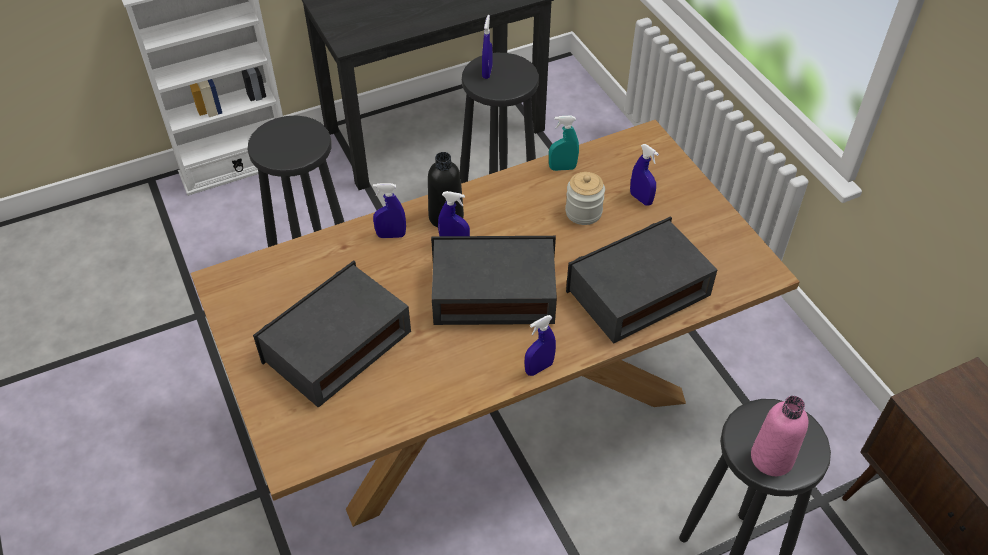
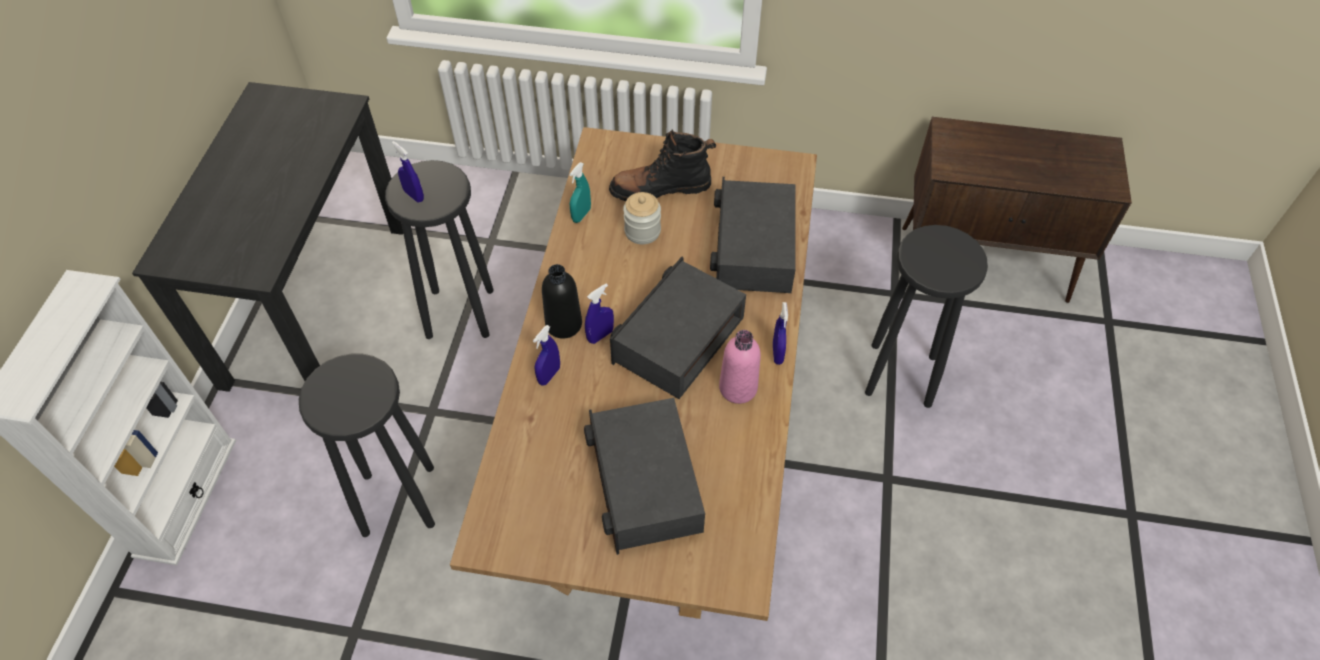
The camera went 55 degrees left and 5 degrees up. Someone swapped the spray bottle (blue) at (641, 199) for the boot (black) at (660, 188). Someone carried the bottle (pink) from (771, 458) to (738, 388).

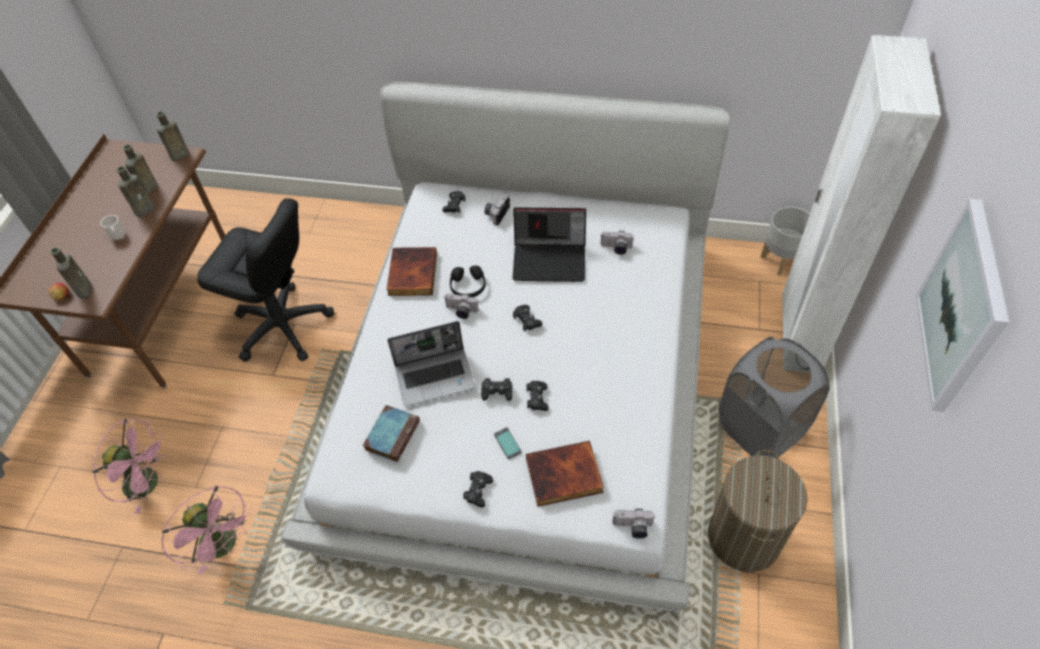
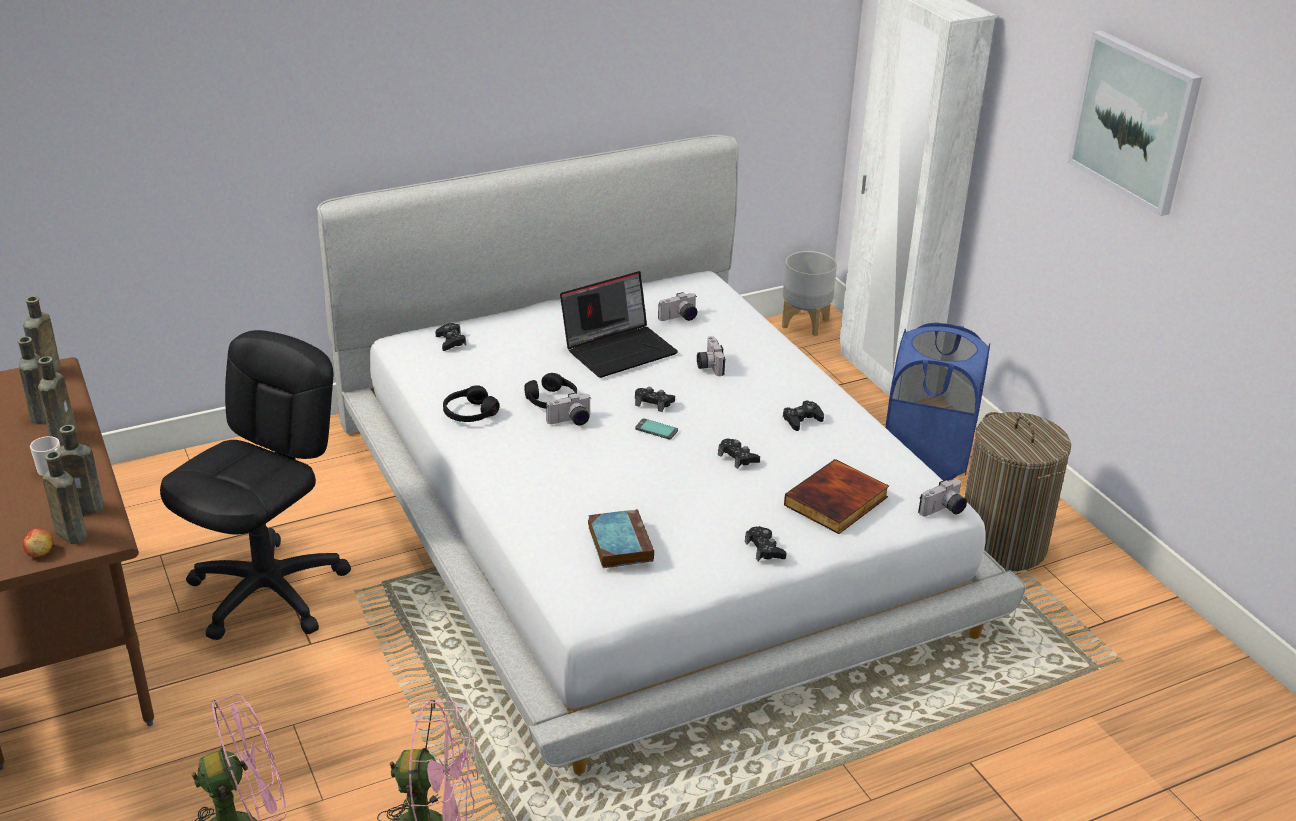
The camera went 40 degrees left and 20 degrees down. Someone put down the bottle (brown) at (88, 508). Someone rotated the office chair (black) at (282, 326) by 45 degrees counterclockwise. Someone swapped the book at (411, 273) for the headphones (black) at (469, 413). Someone carried the phone from (507, 443) to (656, 430). Someone carried the photo camera from (496, 213) to (708, 365). Someone carried the game controller (black) from (497, 391) to (802, 420). Someone repainted the laundry basket (grey) at (760, 428), which became the laundry basket (blue) at (927, 457). Someone took away the laptop at (435, 377).

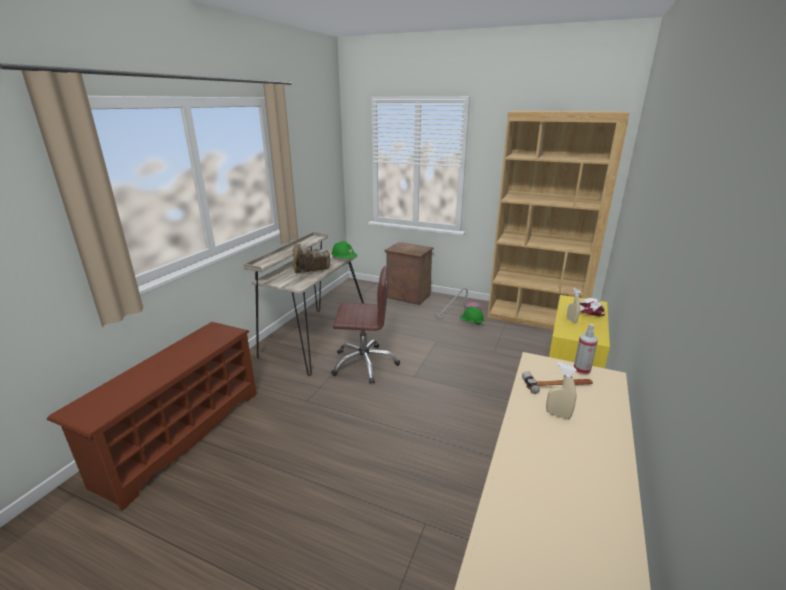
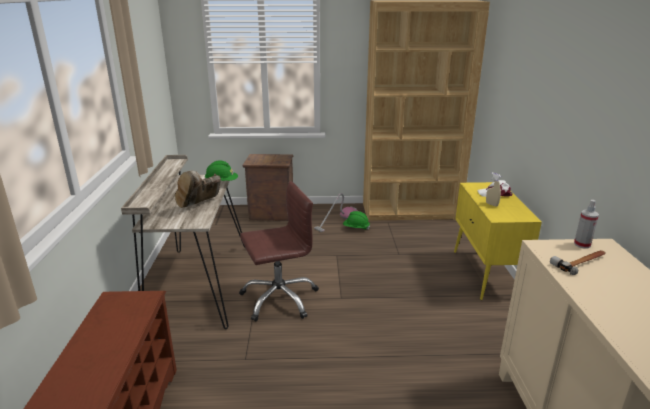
The camera went 25 degrees left and 0 degrees up. Someone took away the spray bottle (beige) at (558, 415).

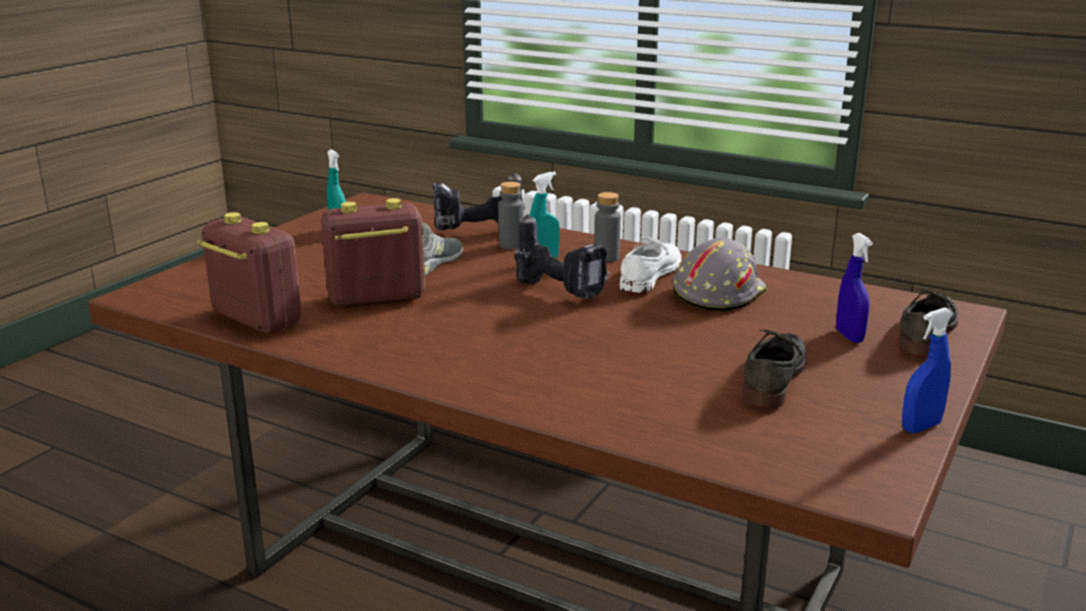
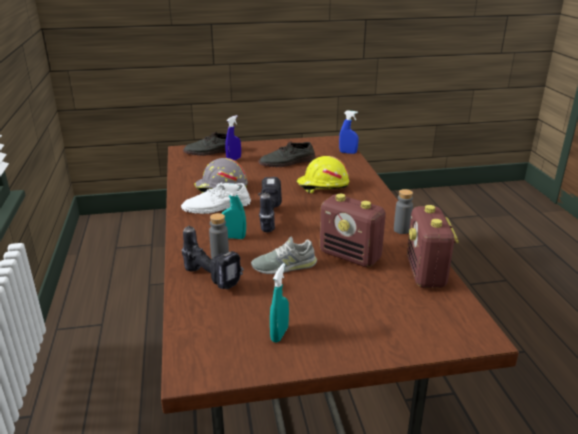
The camera went 130 degrees left and 5 degrees up. Someone put down the hard hat (yellow) at (322, 186). Someone carried the spray bottle (blue) from (921, 427) to (348, 152). Someone carried the bottle (grey) from (606, 258) to (401, 230).

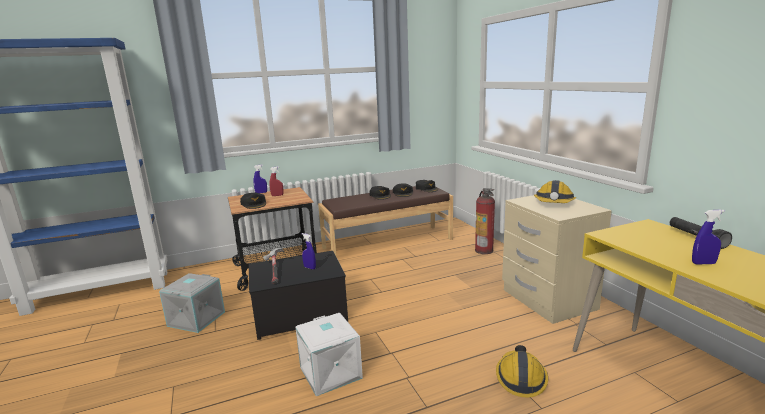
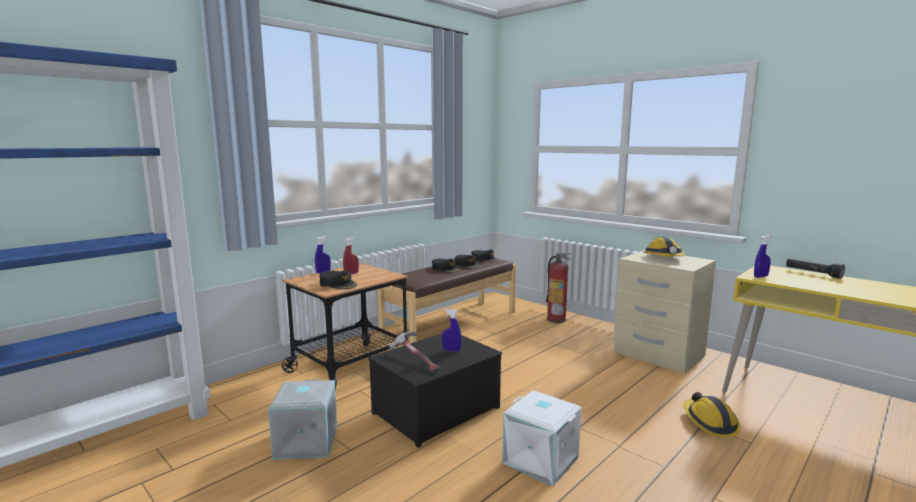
The camera went 25 degrees left and 5 degrees down. Someone carried the spray bottle (blue) from (703, 263) to (760, 276).

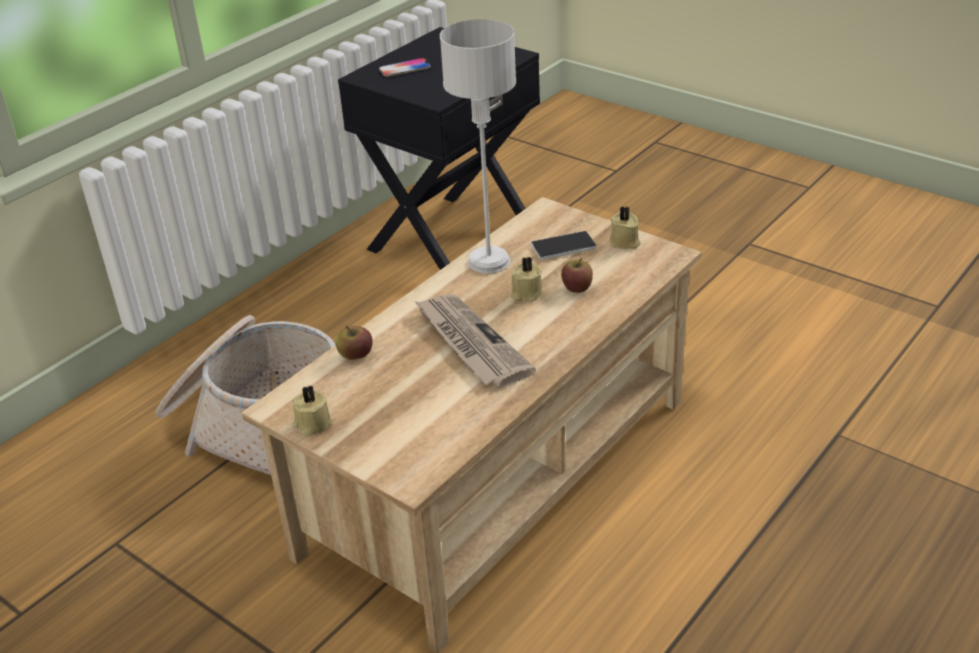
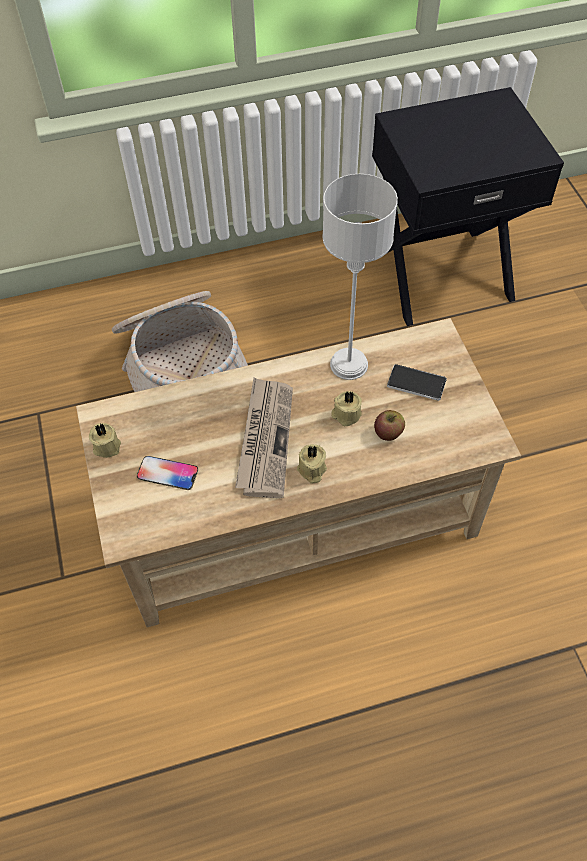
The camera went 35 degrees right and 20 degrees up. Someone carried the phone from (405, 68) to (167, 473). Someone carried the candle (beige) from (624, 242) to (311, 470). Someone took away the apple at (355, 355).

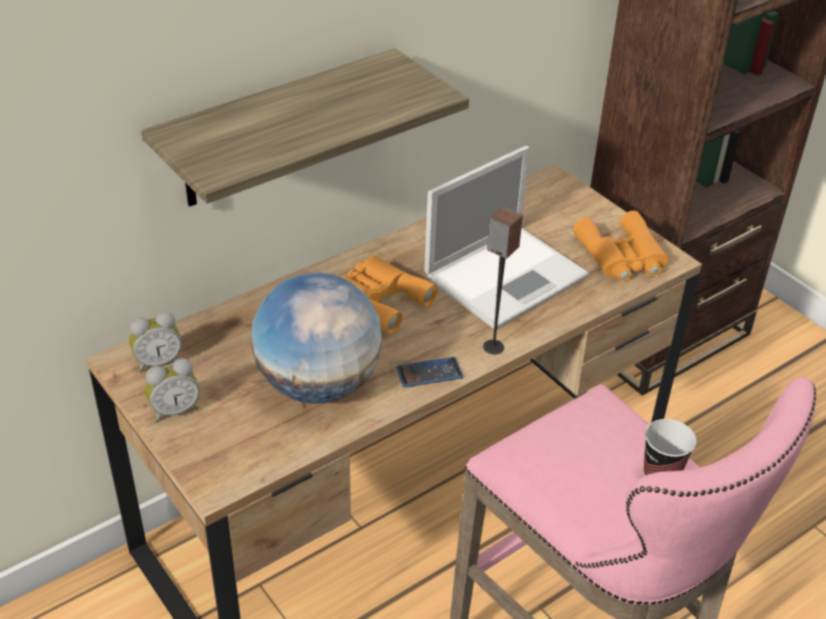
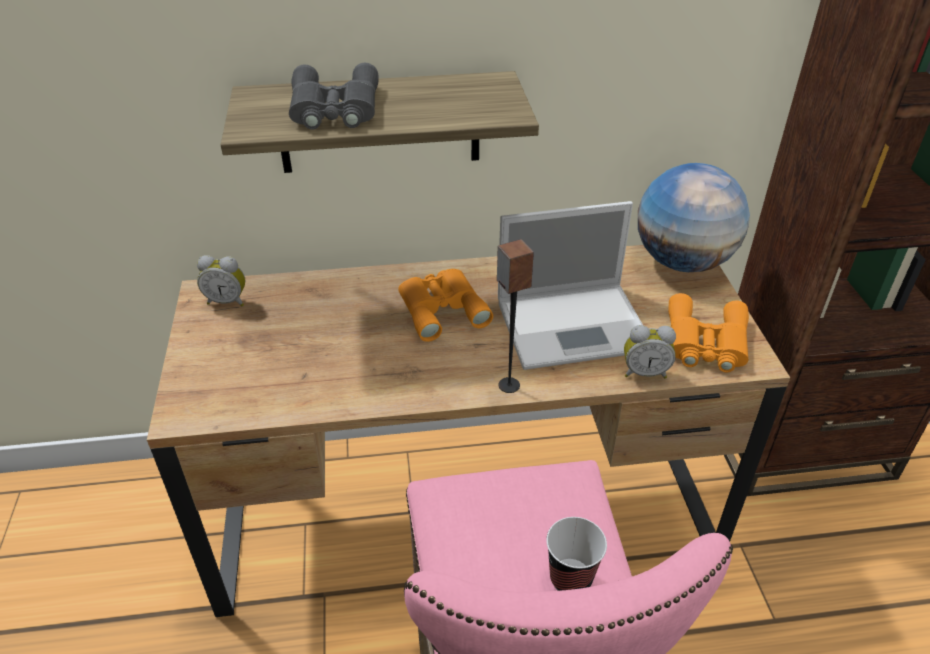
The camera went 30 degrees right and 0 degrees up. Someone put down the binoculars (grey) at (334, 109). Someone carried the alarm clock from (174, 410) to (644, 372). Someone carried the globe from (318, 384) to (683, 262). Someone took away the phone at (429, 373).

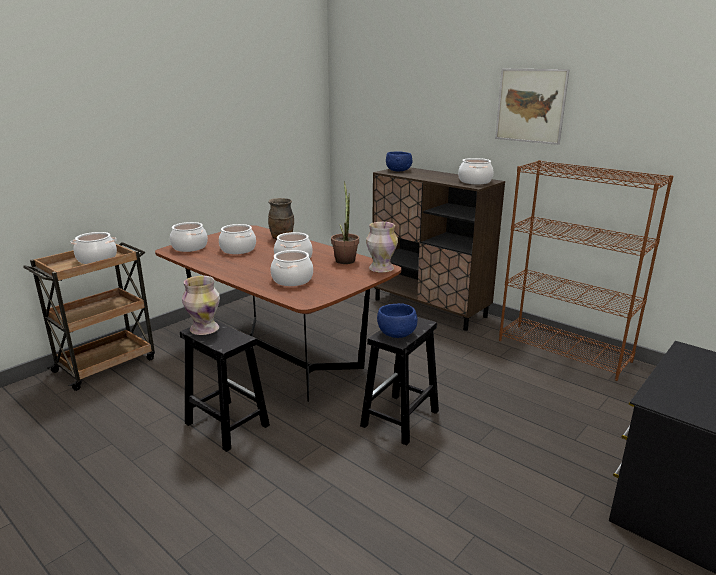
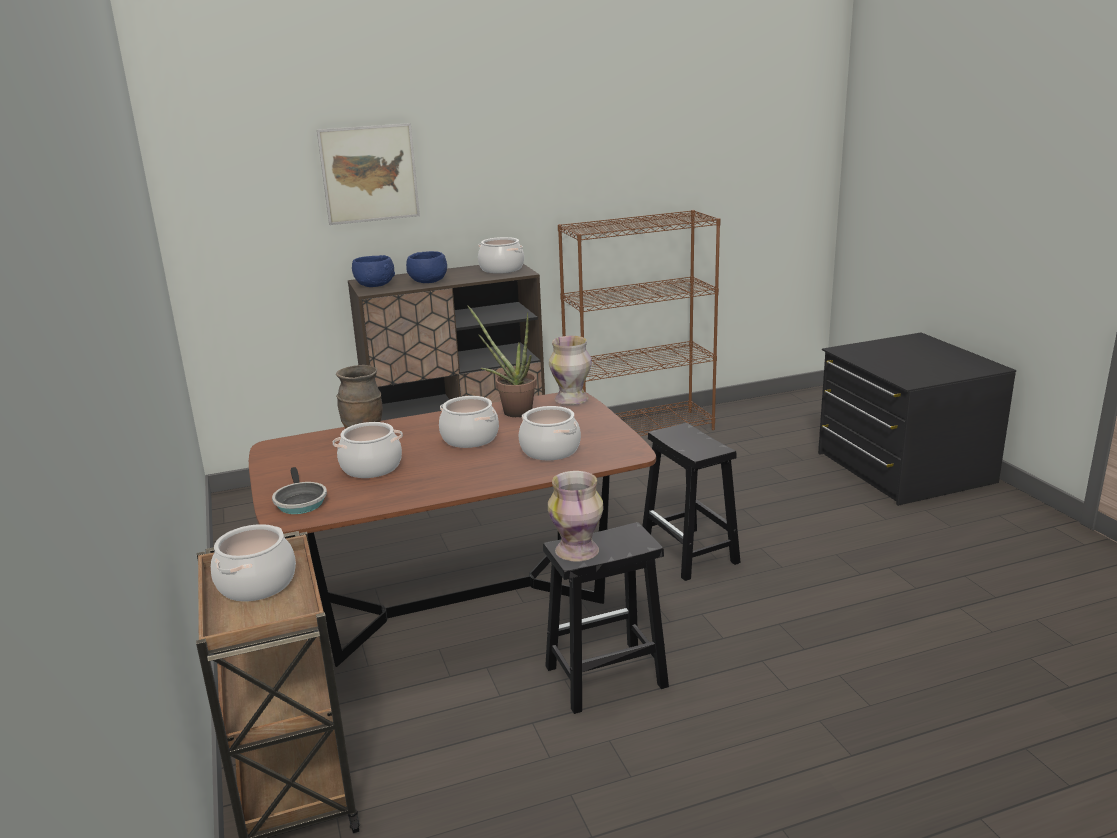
The camera went 60 degrees left and 0 degrees up. Someone swapped the cooking pot at (189, 247) for the frying pan at (299, 502). Someone carried the picture from (530, 106) to (369, 174). Someone carried the bowl (blue) from (396, 333) to (427, 281).

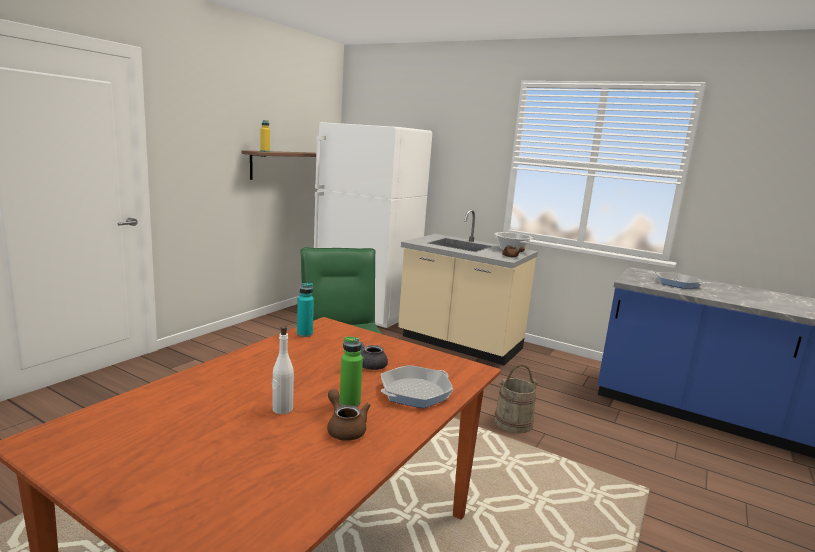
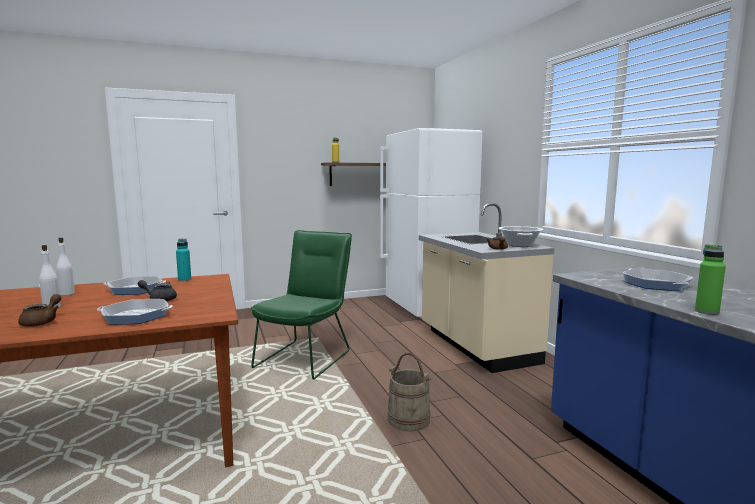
The camera went 40 degrees right and 5 degrees down. Someone put down the bottle (white) at (67, 293). Someone put down the frying pan at (135, 289). Someone carried the bottle (green) from (349, 403) to (706, 312).

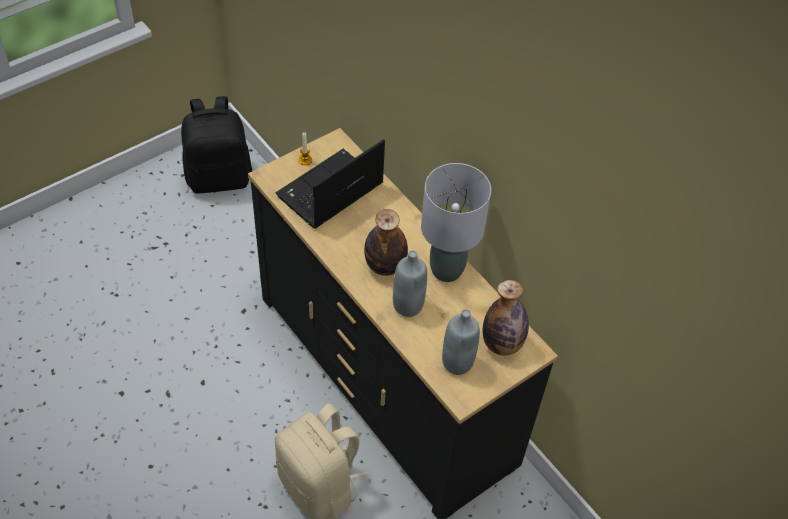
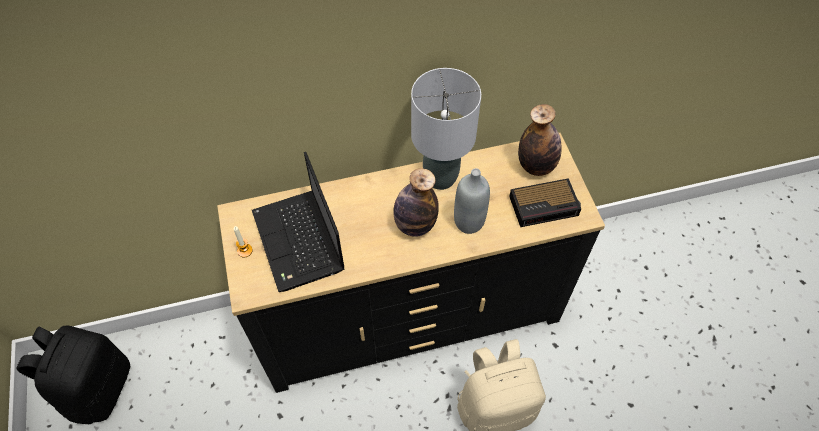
The camera went 65 degrees left and 5 degrees up. Someone swapped the bottle (grey) at (457, 362) for the alarm clock at (545, 205).

